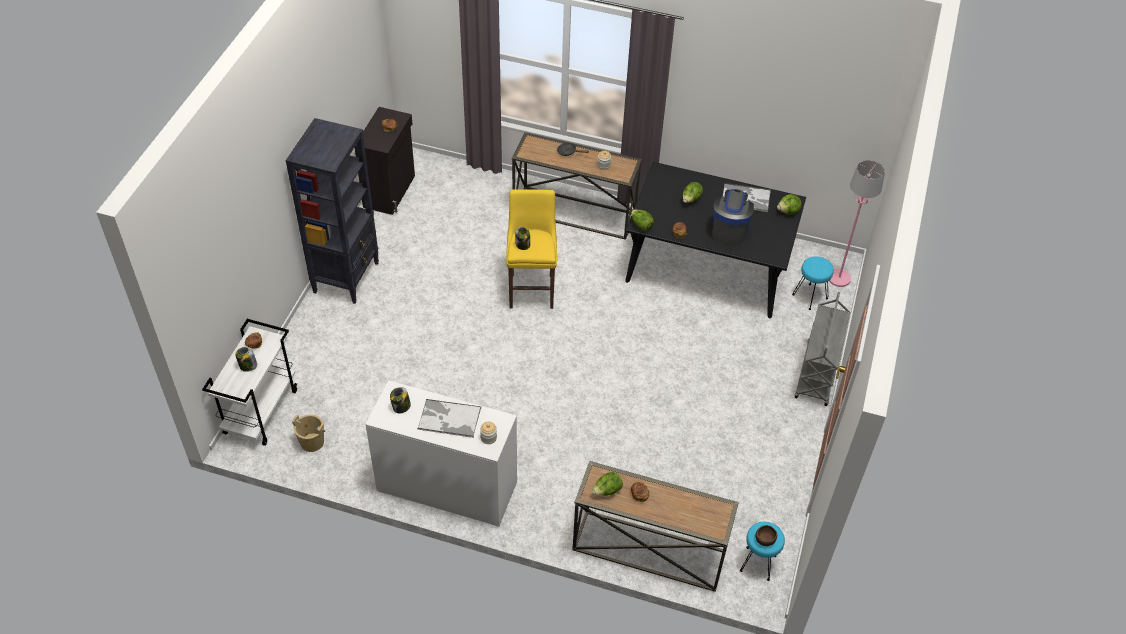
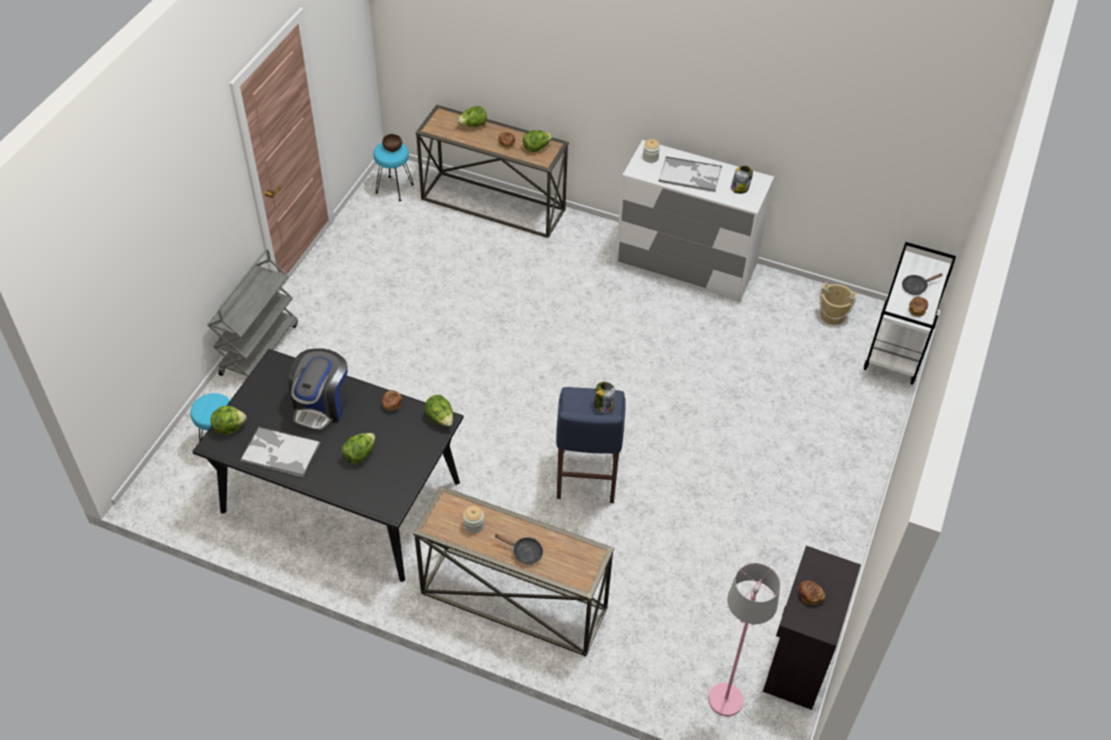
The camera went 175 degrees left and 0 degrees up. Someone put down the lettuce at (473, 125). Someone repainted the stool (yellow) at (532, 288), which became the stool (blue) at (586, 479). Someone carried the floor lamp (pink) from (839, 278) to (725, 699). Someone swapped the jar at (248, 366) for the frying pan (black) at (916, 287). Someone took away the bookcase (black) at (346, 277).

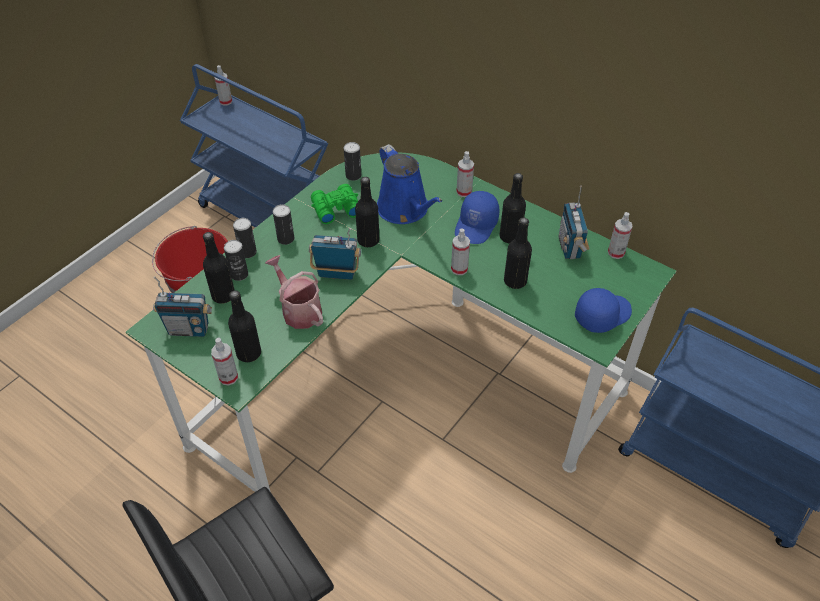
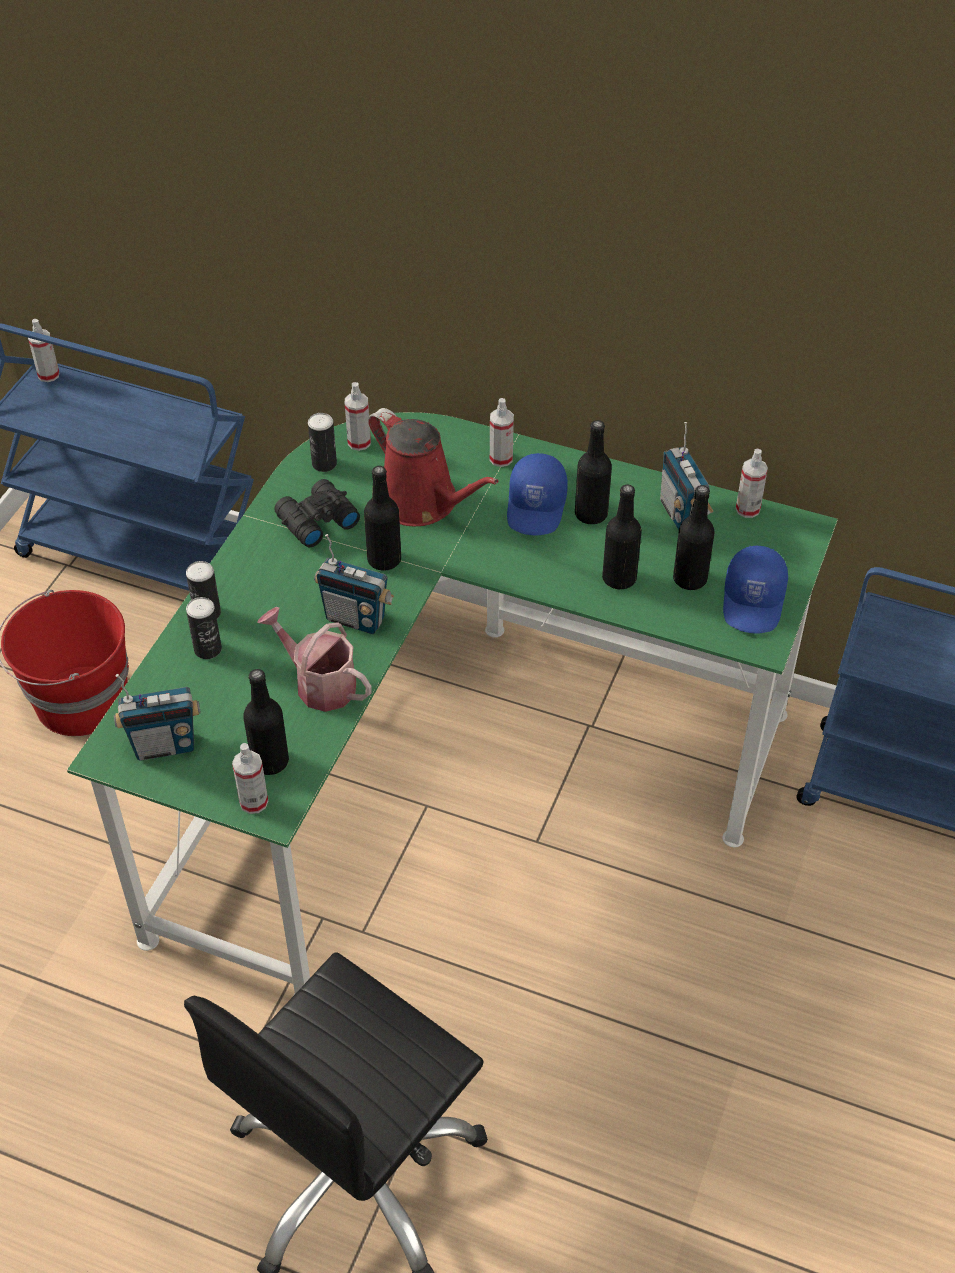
The camera went 15 degrees left and 0 degrees up. Someone repainted the binoculars (green) at (335, 209), which became the binoculars (black) at (315, 521). Someone rotated the radio at (337, 274) by 150 degrees counterclockwise. Someone carried the spray bottle from (459, 269) to (359, 442). Someone repainted the watering can (blue) at (405, 210), which became the watering can (red) at (423, 503). Someone carried the bottle (black) from (223, 295) to (689, 579). Someone rotated the cap (blue) at (602, 314) by 150 degrees clockwise. Someone took away the can at (286, 239).

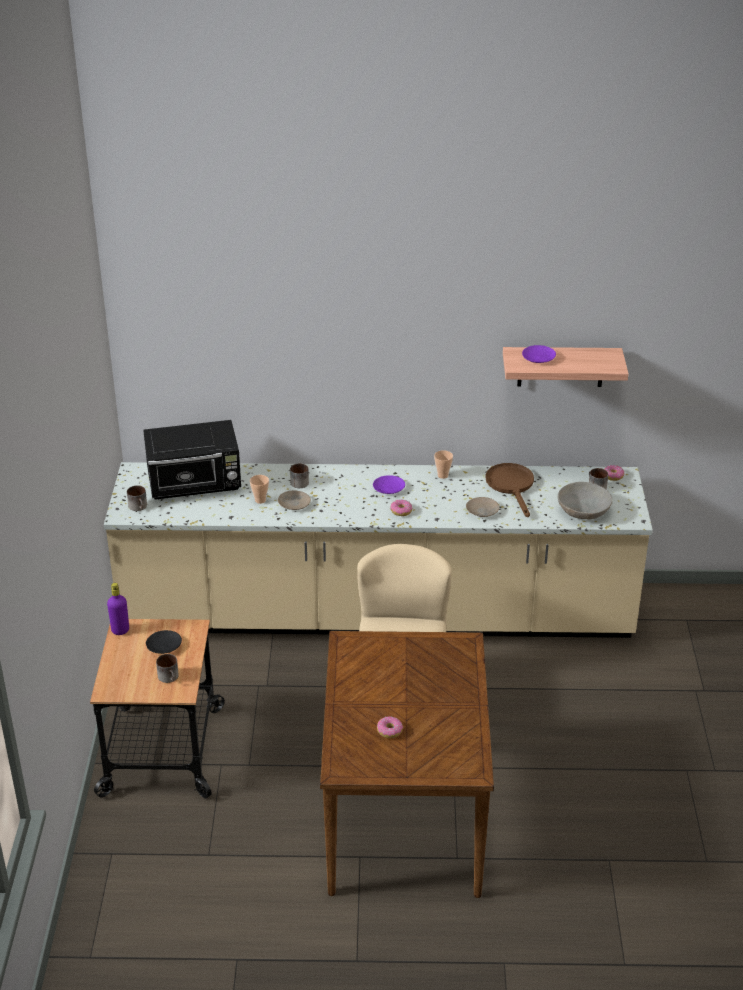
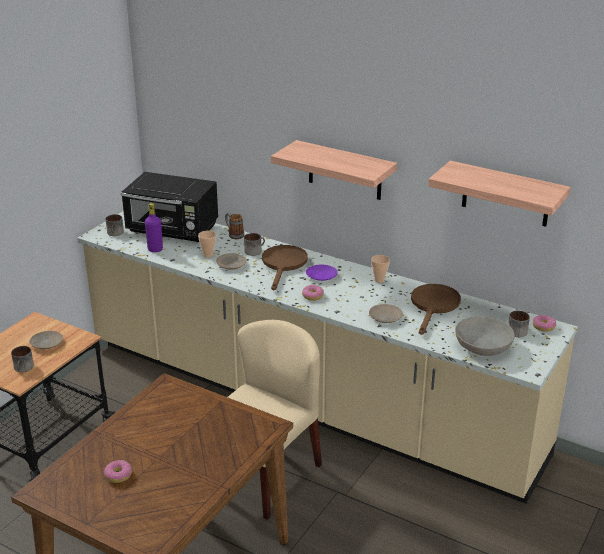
The camera went 30 degrees right and 5 degrees down. Someone repainted the plate (black) at (163, 646), which became the plate (beige) at (46, 343). Someone carried the bottle (purple) from (120, 630) to (155, 249). Someone put down the mug at (234, 234). Someone put down the frying pan (brown) at (283, 264). Someone put up the shelf at (345, 170). Someone took away the plate (purple) at (539, 358).

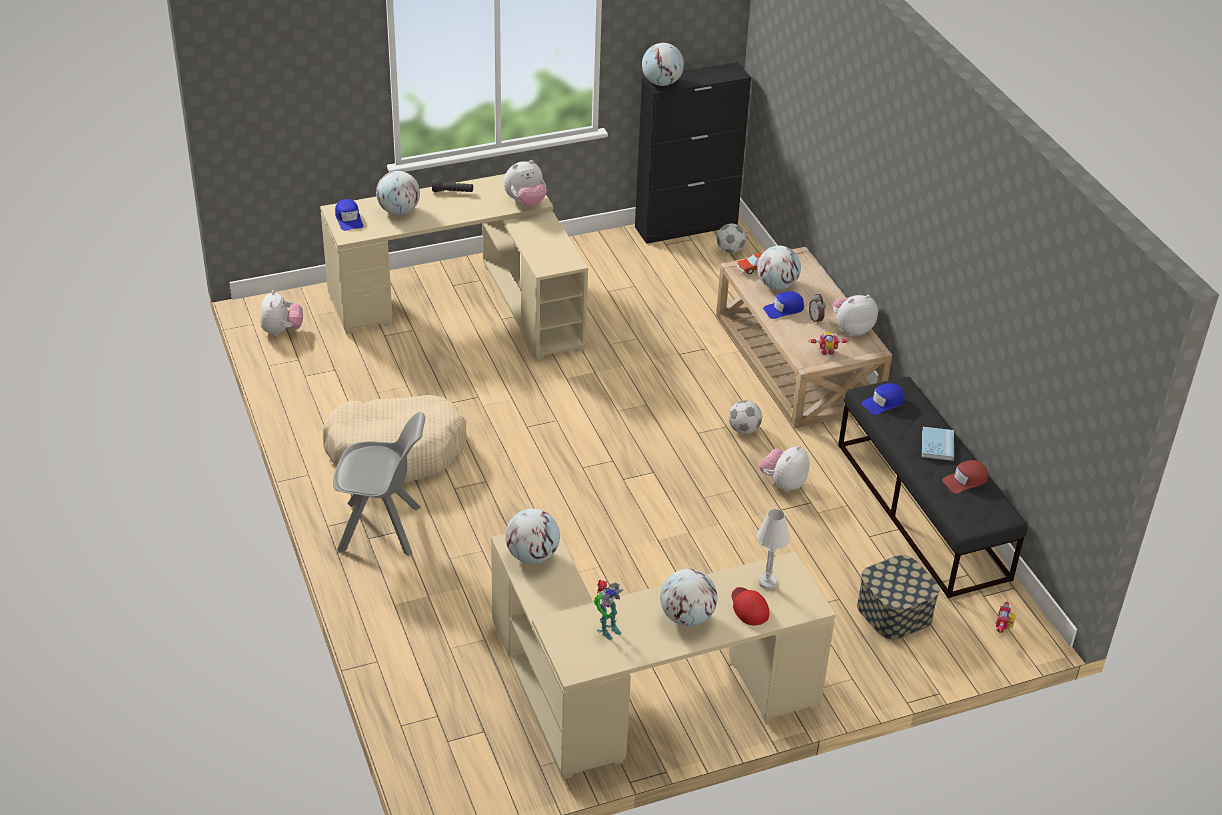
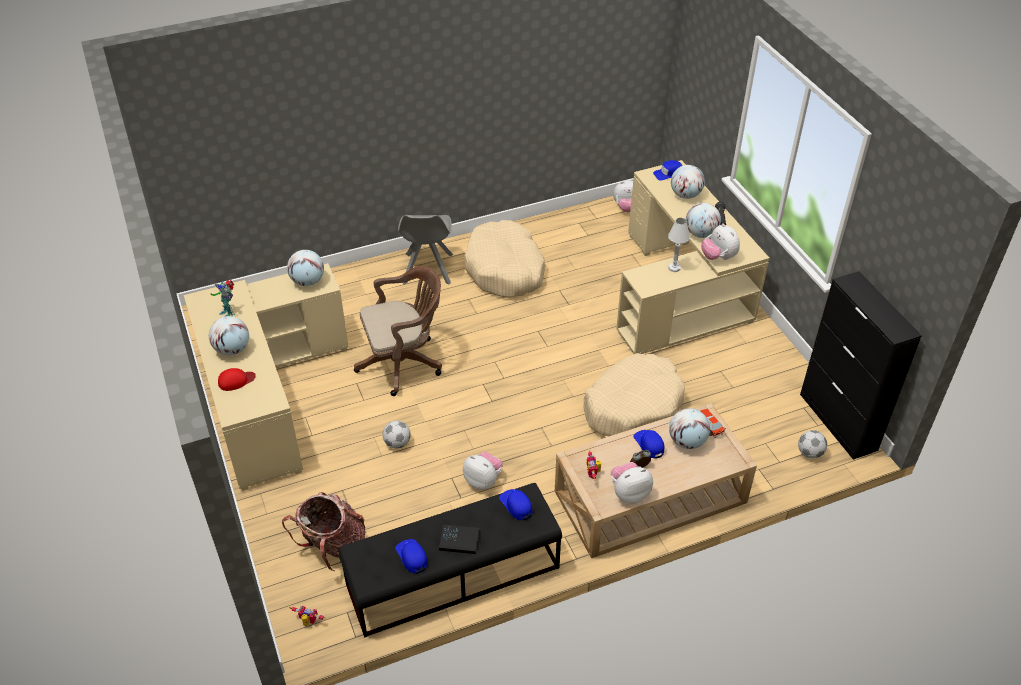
The camera went 90 degrees right and 5 degrees up. Someone swapped the storage box at (894, 612) for the backpack at (333, 546). Someone put down the office chair (brown) at (404, 362). Someone carried the football from (744, 430) to (397, 443). Someone repainted the cap (red) at (965, 480), which became the cap (blue) at (412, 556). Someone repainted the book (blue) at (937, 445), which became the book (black) at (459, 540). Someone put down the dog bed (beige) at (633, 406). Someone rotated the plush toy at (851, 329) by 90 degrees counterclockwise. Someone carried the table lamp (white) from (767, 582) to (674, 268). Someone carried the globe from (662, 83) to (701, 234).

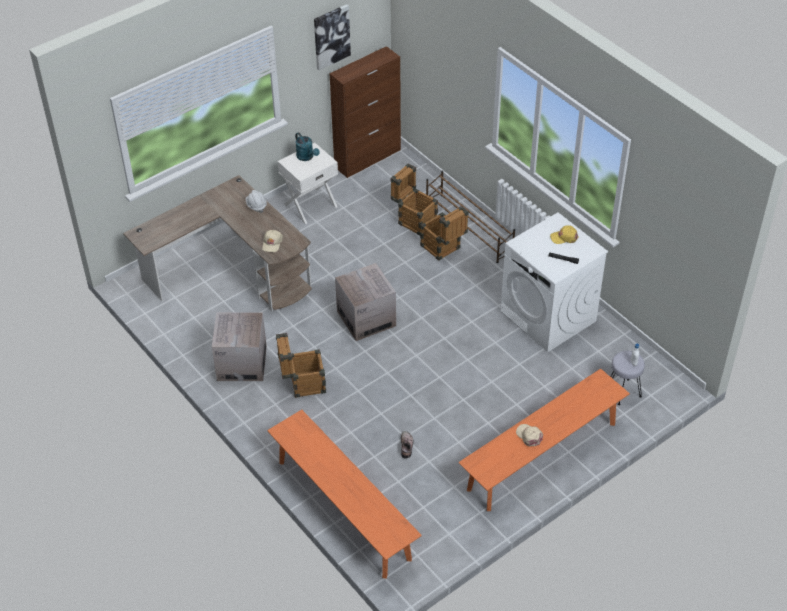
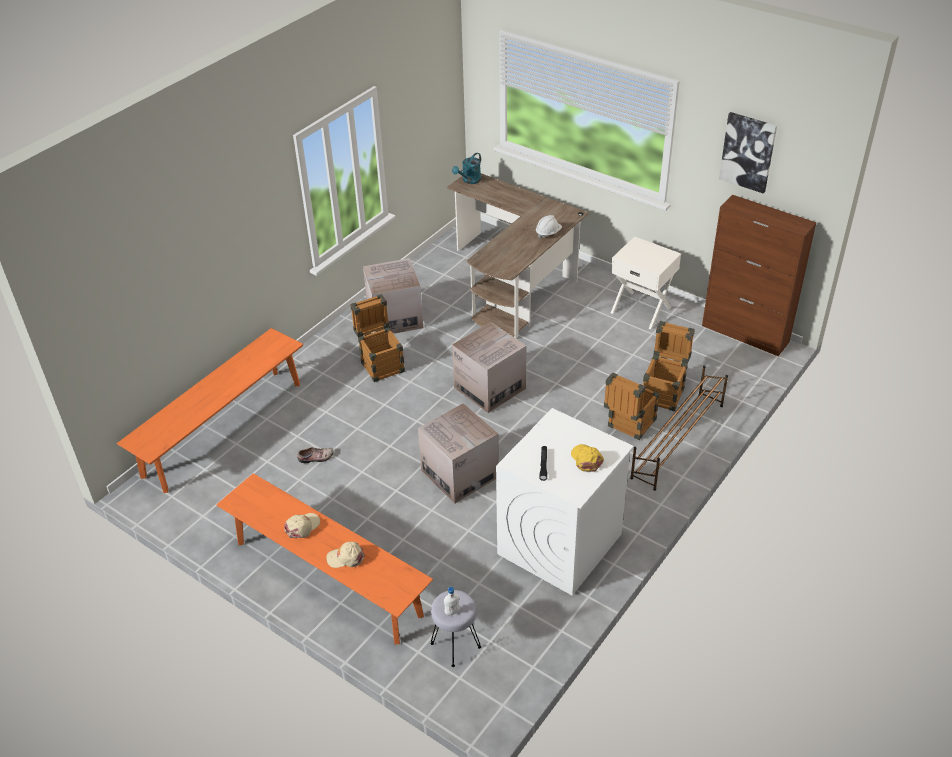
The camera went 75 degrees right and 5 degrees down. Someone carried the cap (beige) from (272, 243) to (346, 558). Someone put down the cardboard box at (459, 474). Someone carried the watering can (turquoise) from (307, 157) to (469, 181).

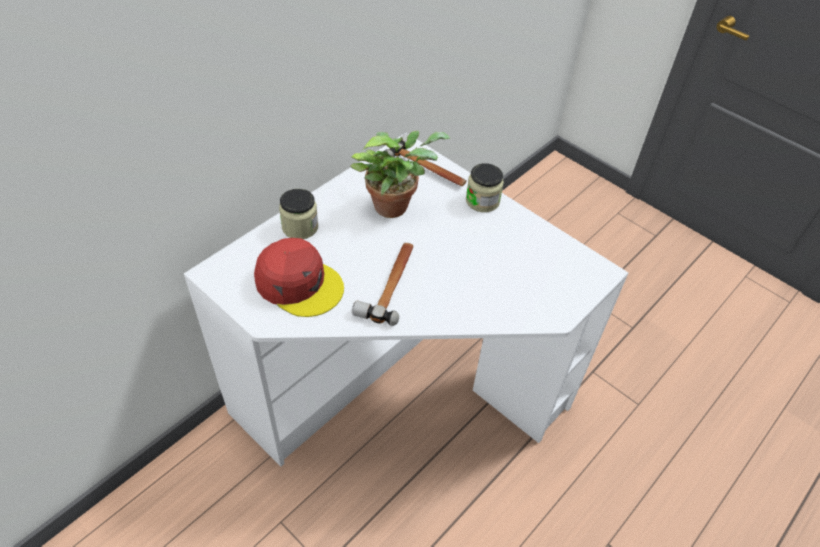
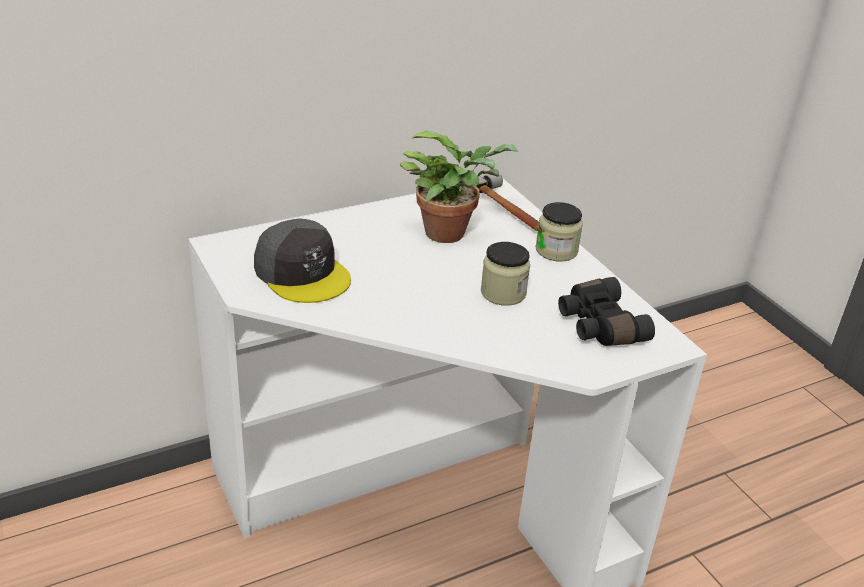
The camera went 20 degrees right and 15 degrees down. Someone repainted the cap (red) at (299, 283), which became the cap (grey) at (302, 273). Someone carried the jar from (300, 227) to (503, 293). Someone put down the binoculars (black) at (598, 325). Someone took away the hammer at (390, 284).

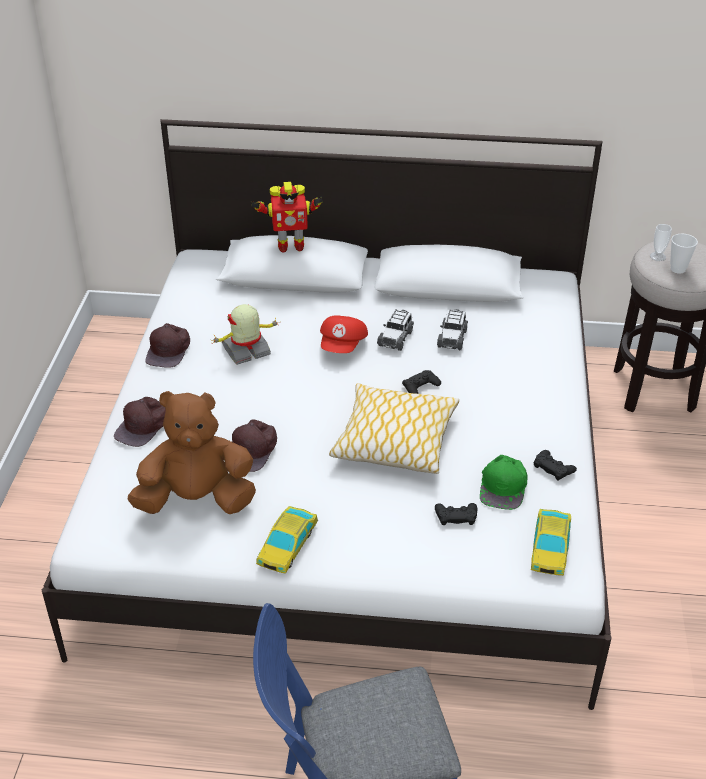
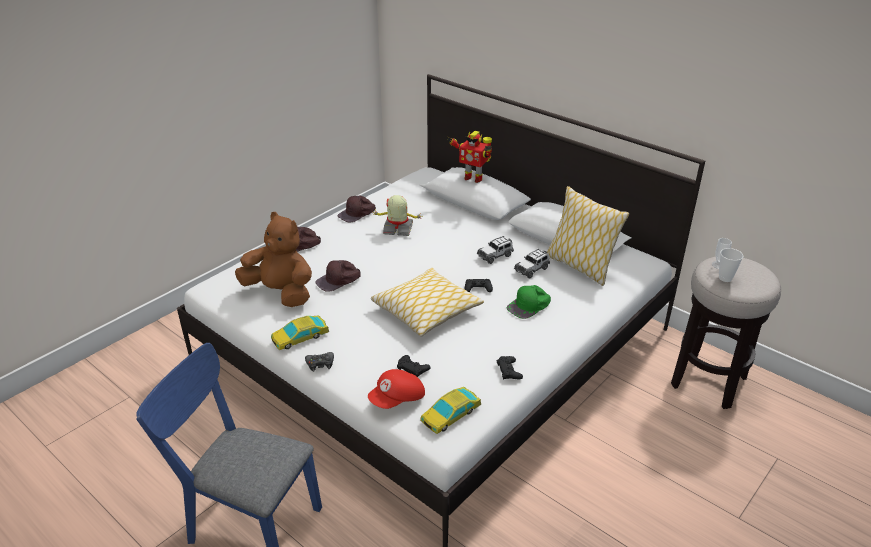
The camera went 35 degrees right and 5 degrees down. Someone put down the game controller (black) at (320, 364). Someone carried the cap (red) from (343, 345) to (398, 399). Someone carried the cap (green) from (504, 486) to (529, 306). Someone put down the pillow at (580, 266).

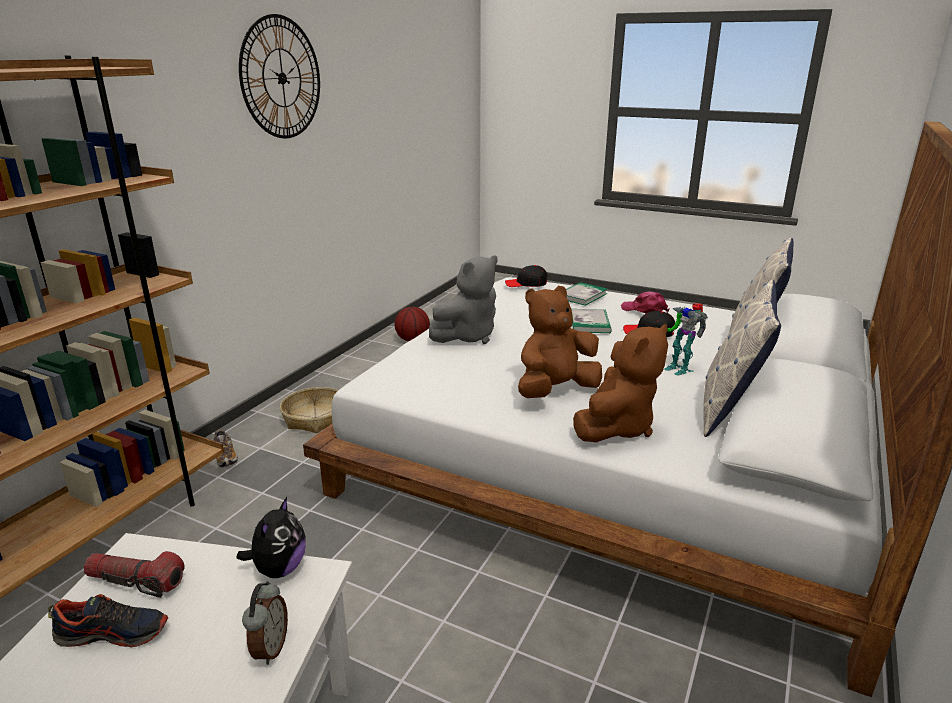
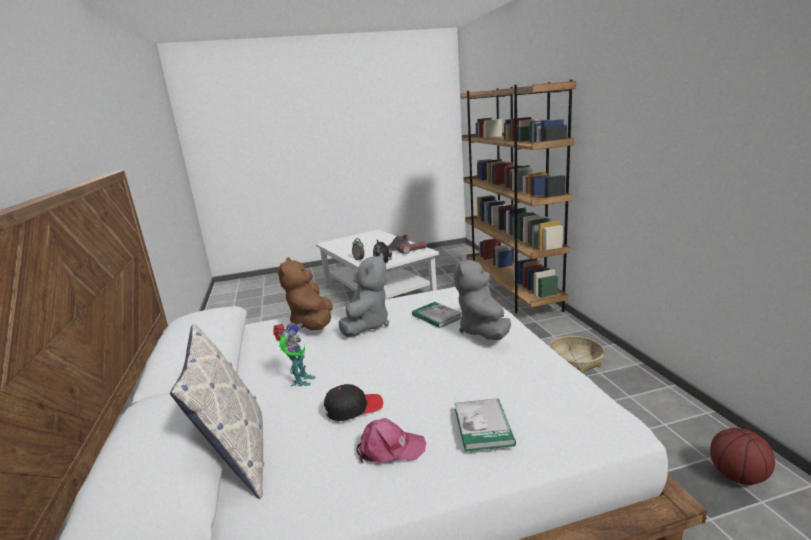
The camera went 140 degrees right and 5 degrees down. Someone rotated the toy robot at (679, 368) by 90 degrees clockwise. Someone repainted the plush toy (brown) at (555, 390), which became the plush toy (grey) at (367, 325). Someone carried the book from (590, 323) to (437, 316). Someone took away the shoe at (225, 457). Someone took away the wall clock at (281, 78). Someone took away the cap (black) at (526, 284). Someone took away the pillow at (729, 409).

